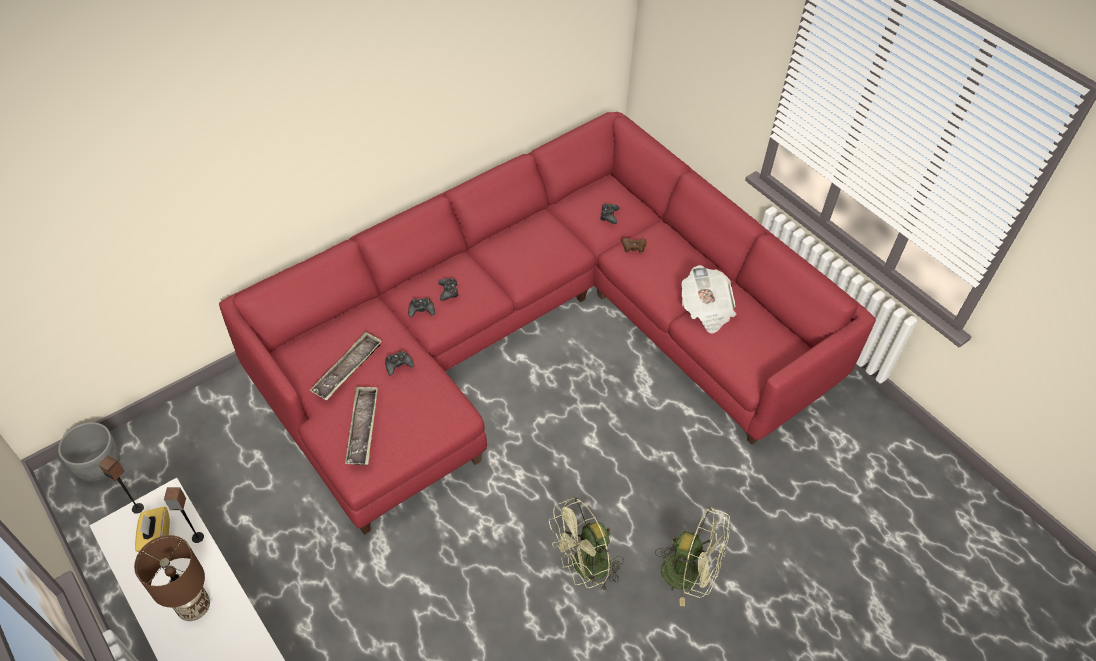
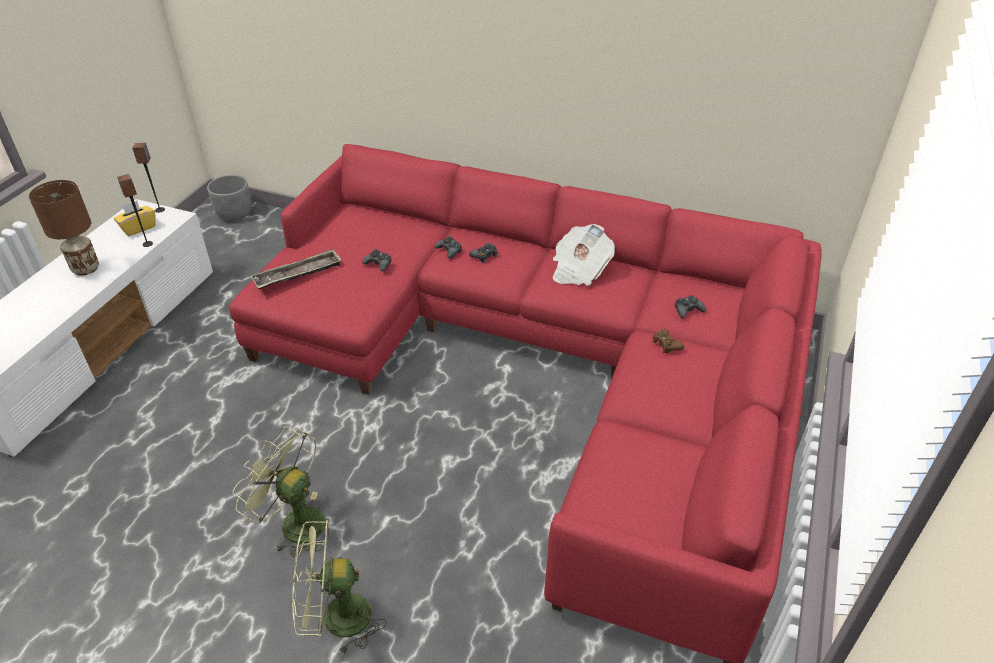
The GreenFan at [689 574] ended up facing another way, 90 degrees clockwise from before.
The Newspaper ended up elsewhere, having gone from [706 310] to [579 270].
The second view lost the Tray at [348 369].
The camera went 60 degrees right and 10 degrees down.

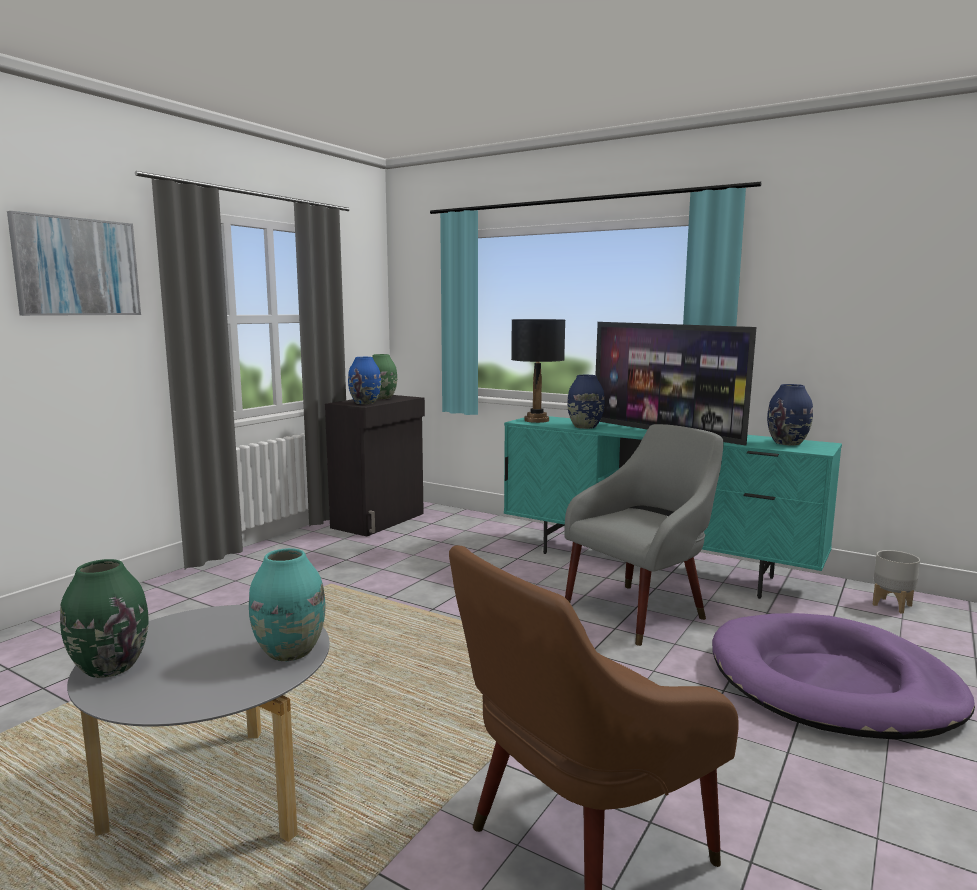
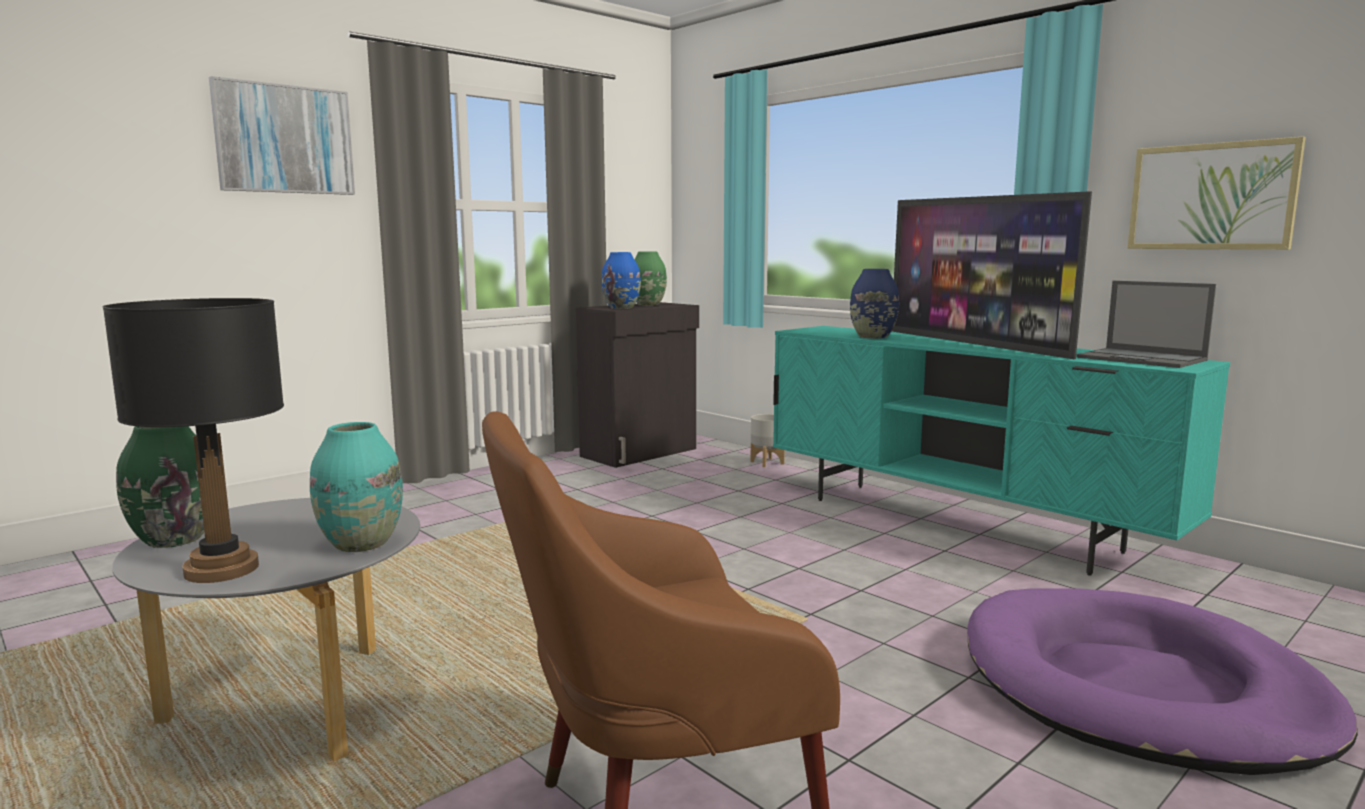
The BlackTableLamp ended up elsewhere, having gone from [536 420] to [222 569].
The GreyPlanter ended up elsewhere, having gone from [892 605] to [767 462].
Where the BlueVase stood at [788 443], the Laptop came to stand at [1142 359].
The second view gained the Picture at [1211 196].
The second view lost the GreyArmchair at [640 610].
The camera went 15 degrees right and 0 degrees up.

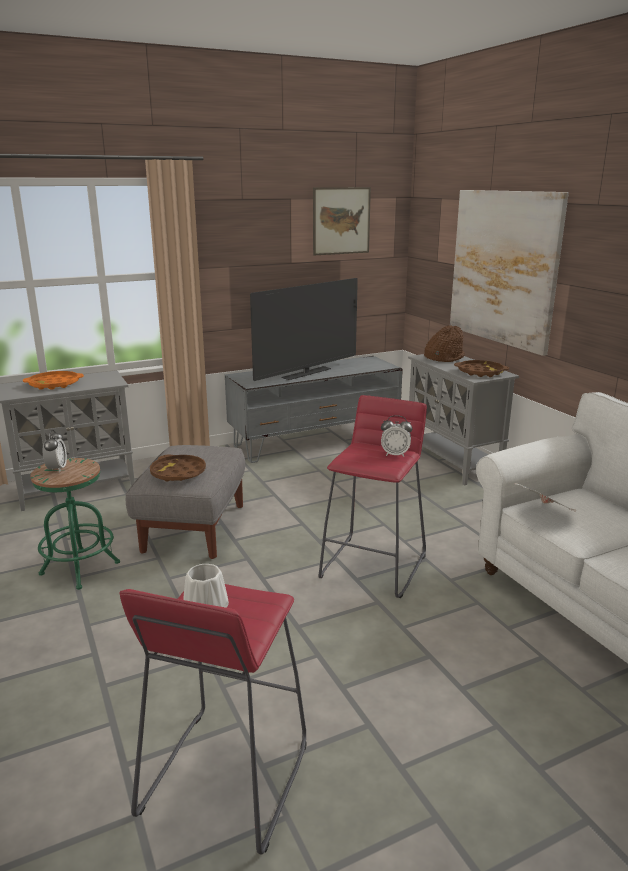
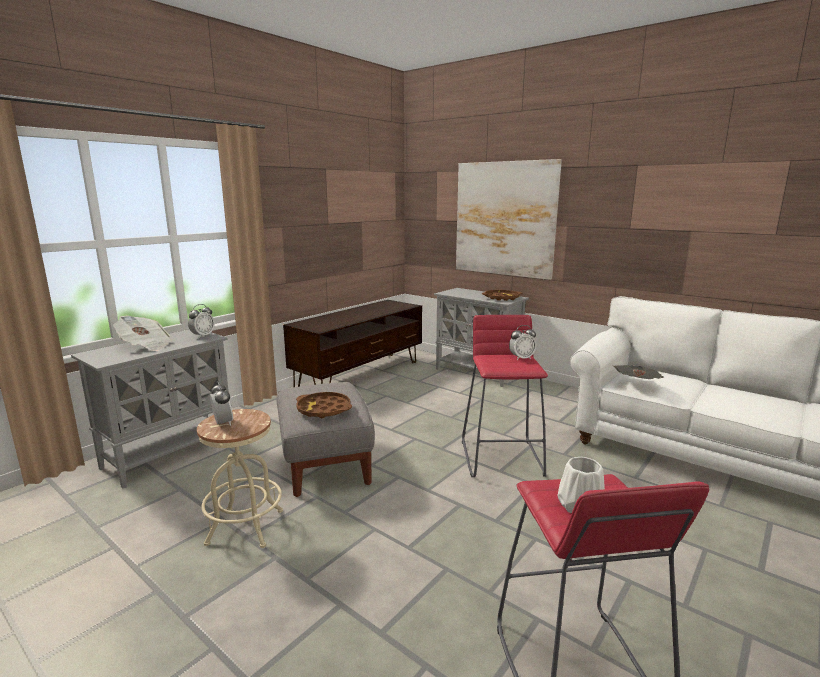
Where the OrangeTray stood at [54 384], the Newspaper came to stand at [145 346].
The second view gained the AlarmClock at [203 336].
What was the GreenStool at [80 568] turned into the BeigeStool at [245 527].
What was the GreyTvStand at [315 441] turned into the BrownTvStand at [360 374].
The second view lost the Television at [306 373].
The second view lost the Picture at [341 221].
The second view lost the BrownHat at [443 358].
The camera went 25 degrees left and 5 degrees down.

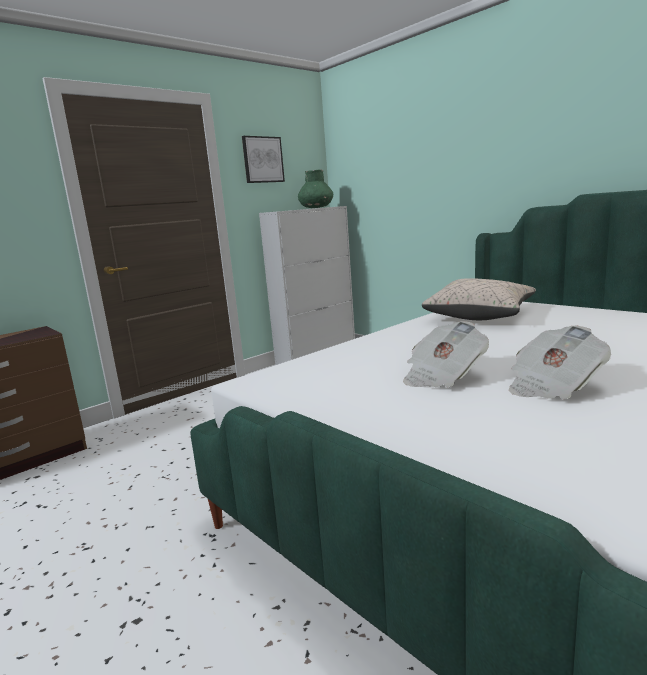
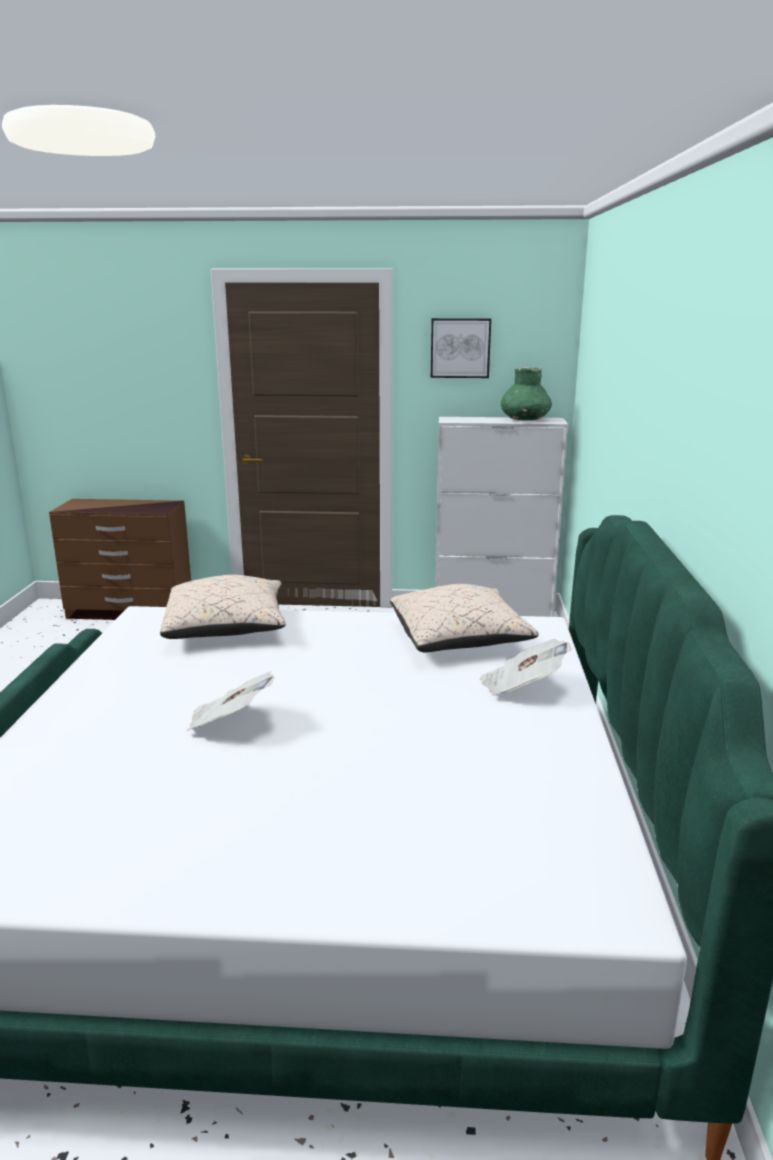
The second view gained the BeigePillow at [226 628].
The Newspaper ended up elsewhere, having gone from [442 376] to [521 687].
The camera went 45 degrees right and 5 degrees up.

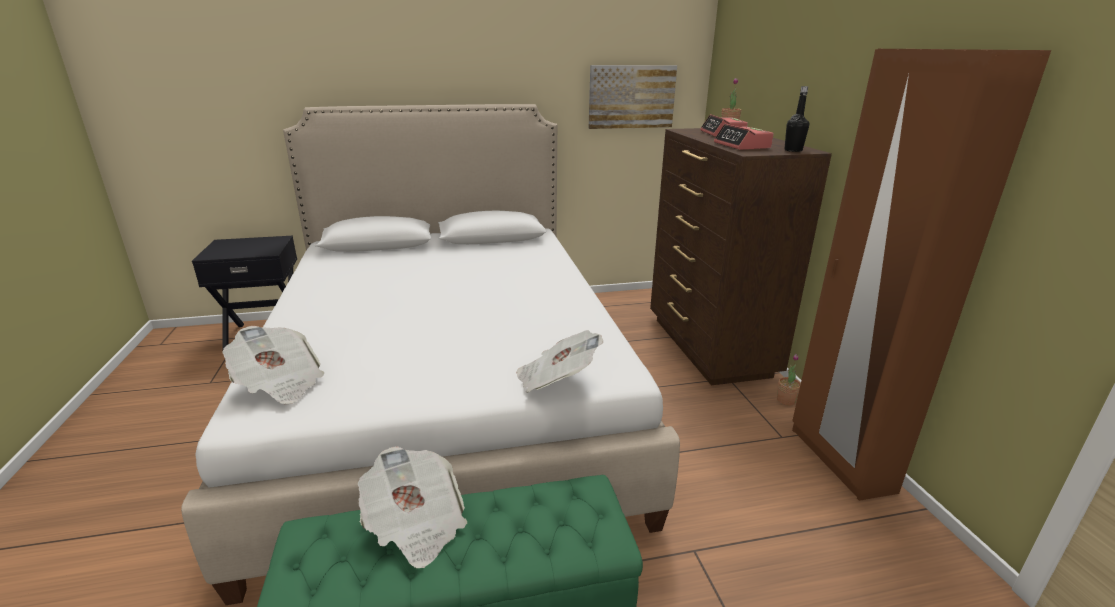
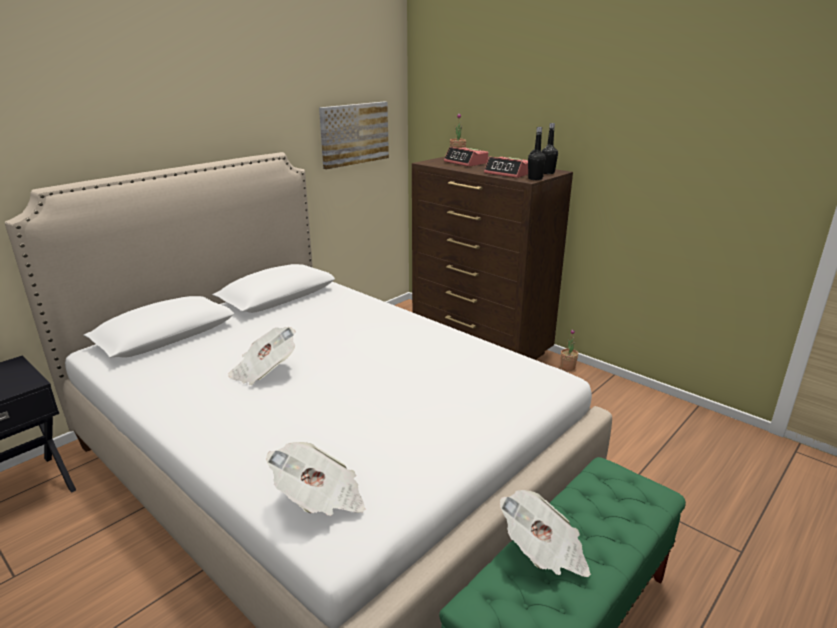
The Newspaper ended up elsewhere, having gone from [556 380] to [264 371].
The second view gained the BlackBottle at [535 179].
The second view lost the BrownWardrobe at [840 460].
The camera went 35 degrees left and 0 degrees up.

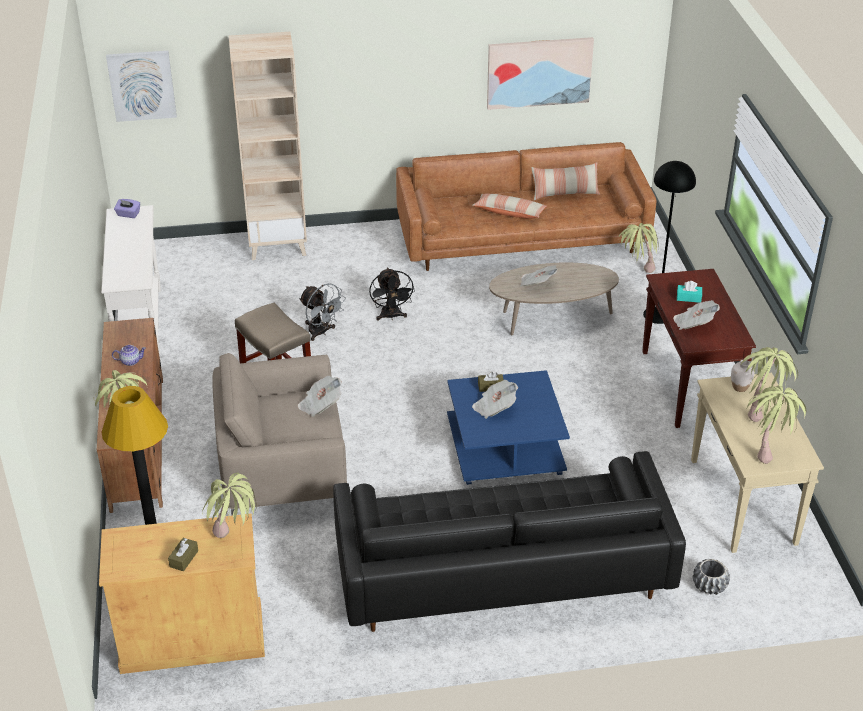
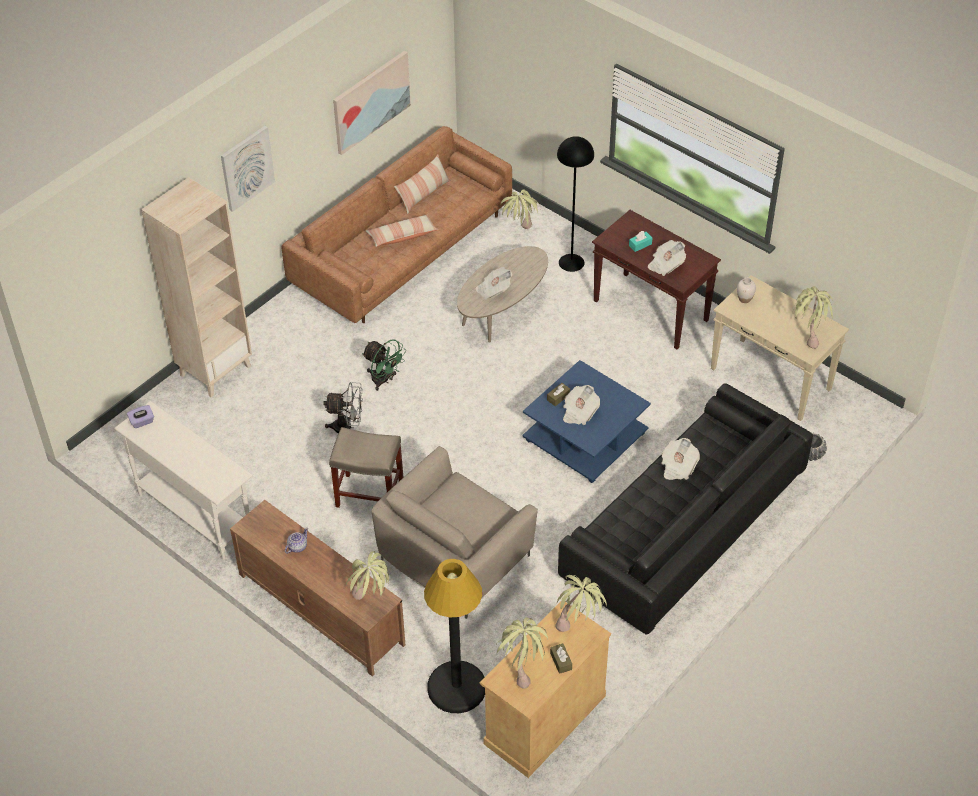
The Picture ended up elsewhere, having gone from [142 85] to [247 168].
What was the BlackFan at [391 316] turned into the GreenFan at [384 381].
The PottedPlant ended up elsewhere, having gone from [762 410] to [522 669].
The Newspaper ended up elsewhere, having gone from [320 405] to [678 467].
The camera went 40 degrees left and 10 degrees up.

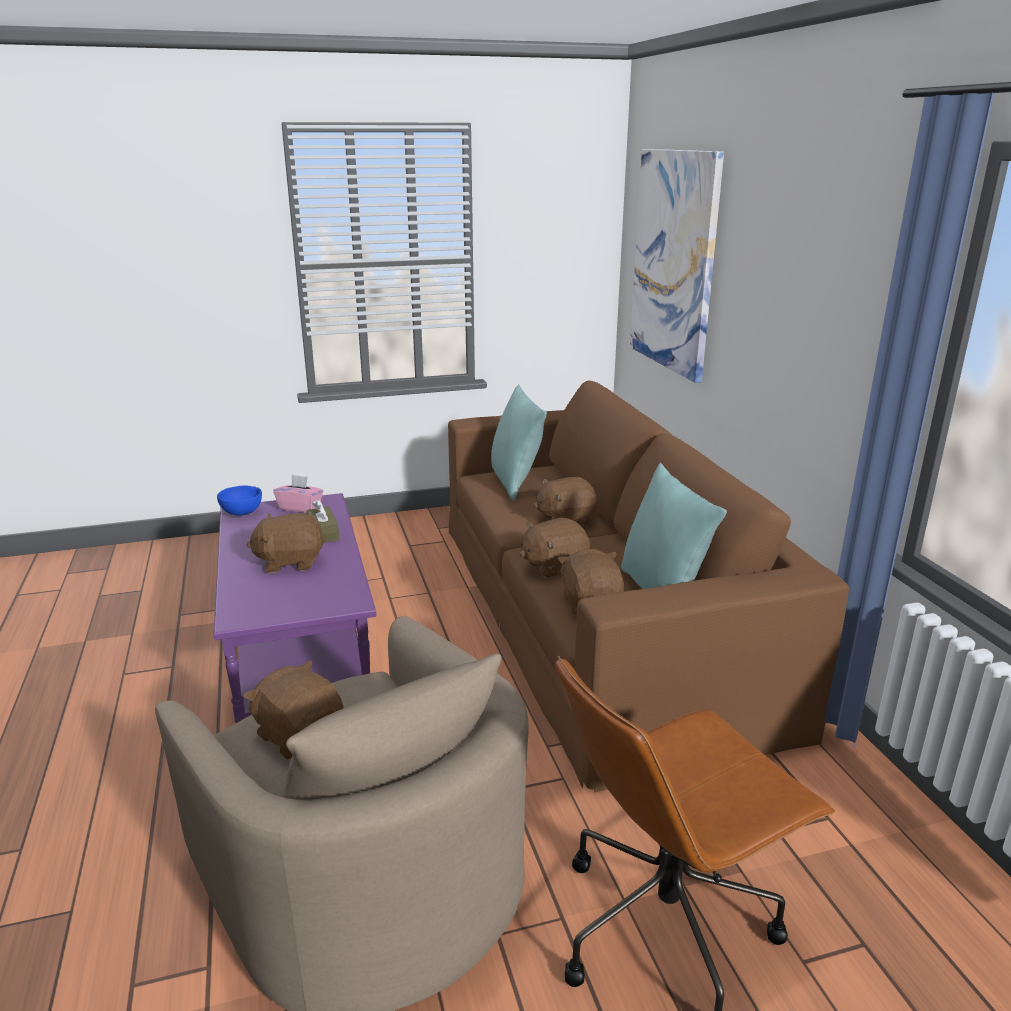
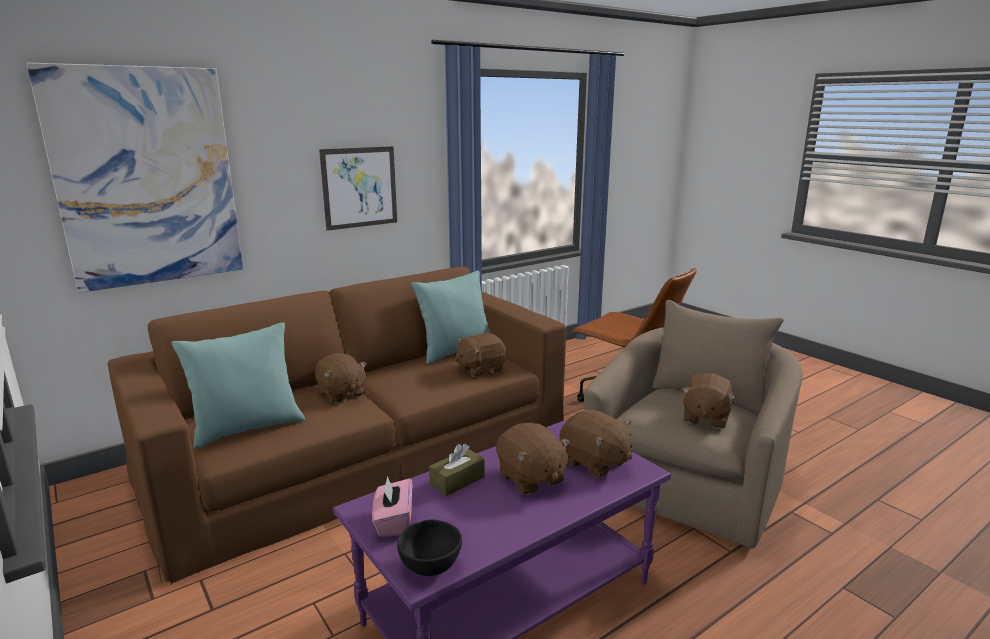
The second view gained the Picture at [359 187].
What was the BlueBowl at [242 513] turned into the BlackBowl at [430 565].
The BrownPlushToy ended up elsewhere, having gone from [554 566] to [594 463].
The camera went 110 degrees left and 5 degrees down.

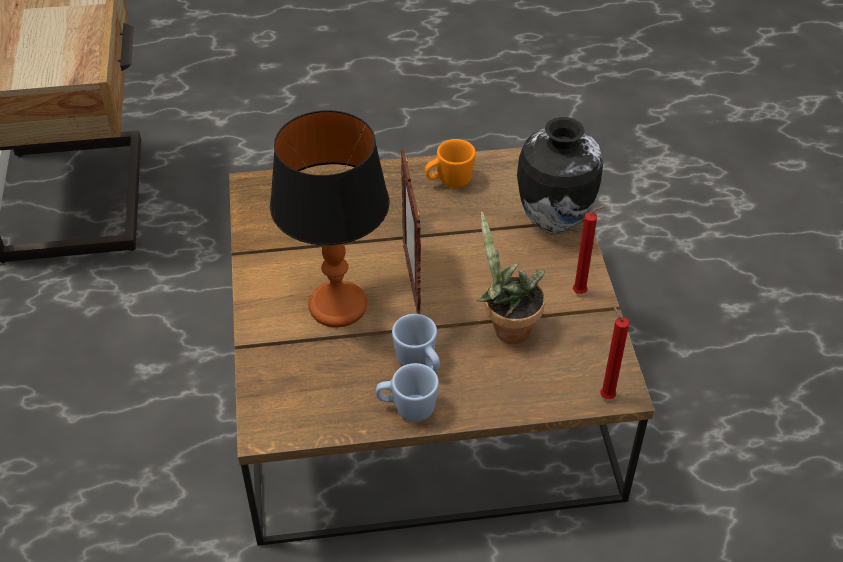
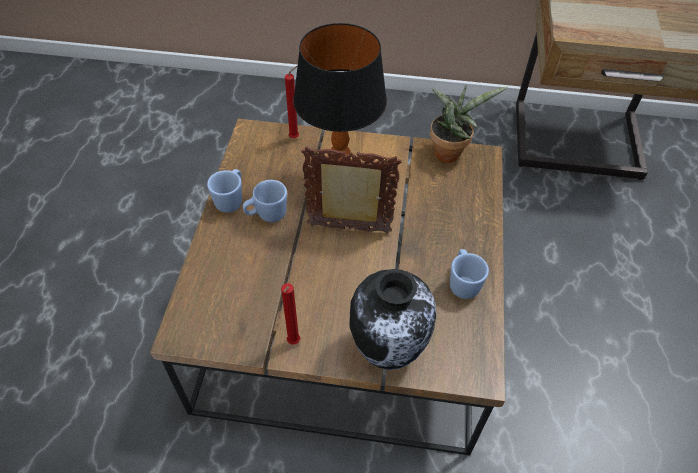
The RedCandle ended up elsewhere, having gone from [605 395] to [295 137].
The PottedPlant ended up elsewhere, having gone from [506 327] to [450 152].
What was the OrangeMug at [449 181] turned into the BlueMug at [462 283].
The camera went 105 degrees right and 5 degrees up.

